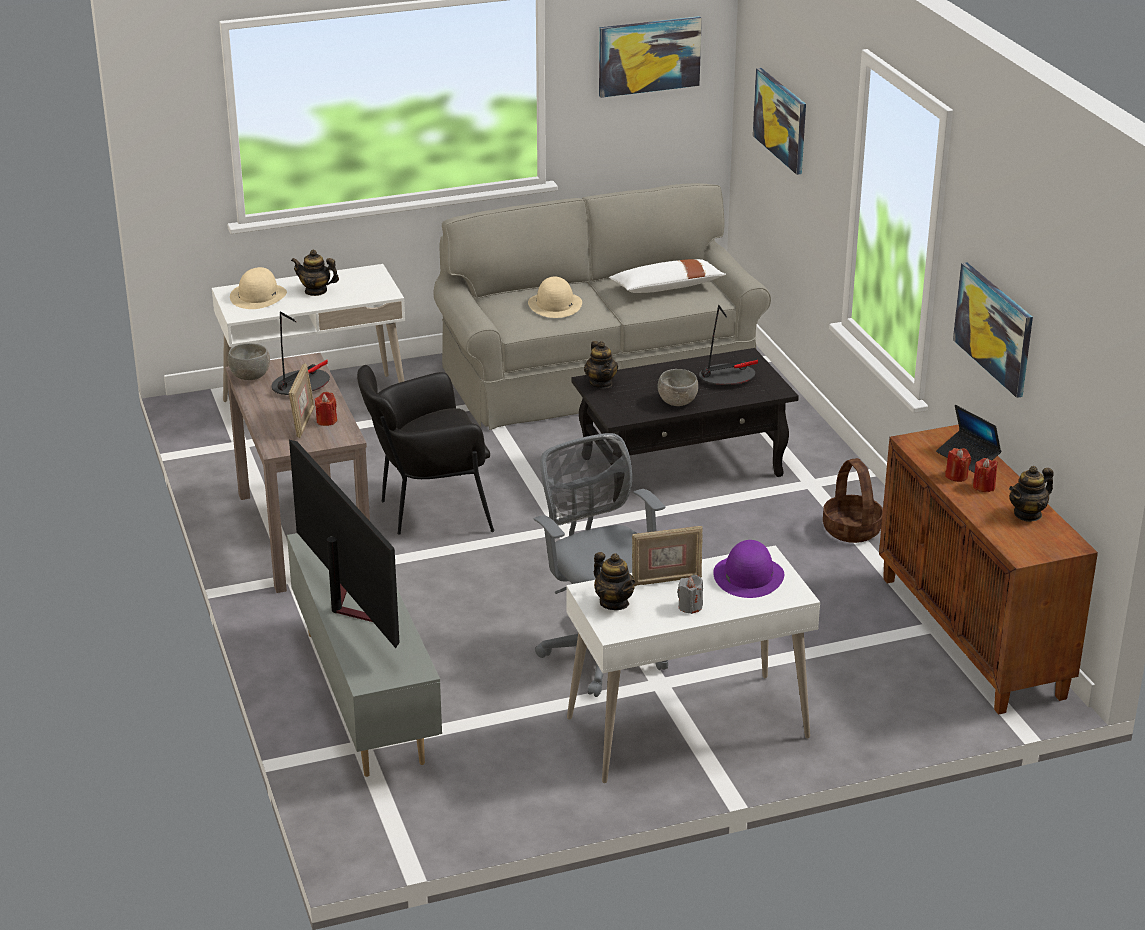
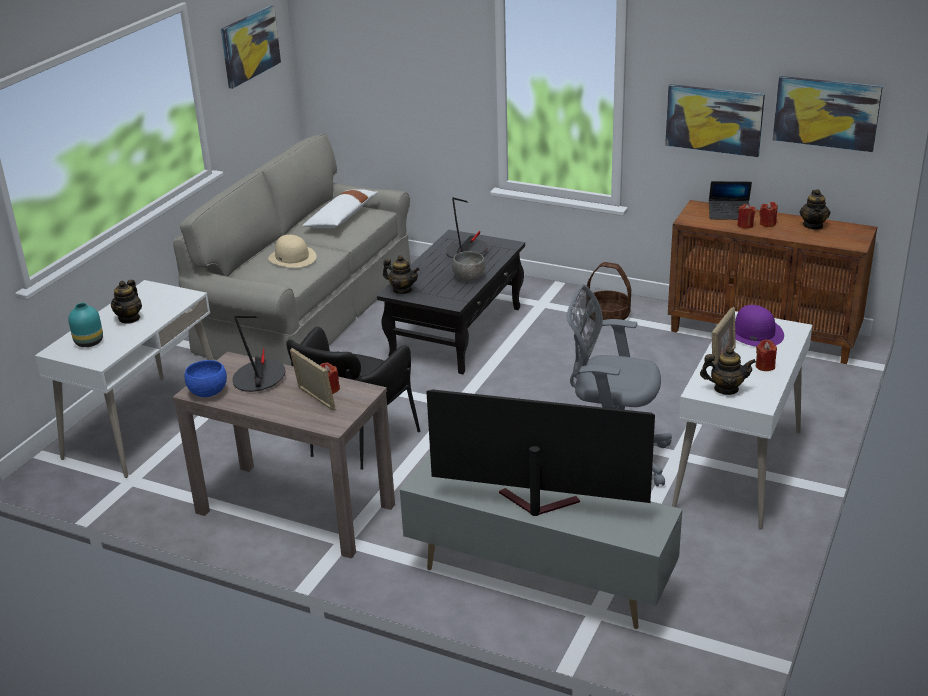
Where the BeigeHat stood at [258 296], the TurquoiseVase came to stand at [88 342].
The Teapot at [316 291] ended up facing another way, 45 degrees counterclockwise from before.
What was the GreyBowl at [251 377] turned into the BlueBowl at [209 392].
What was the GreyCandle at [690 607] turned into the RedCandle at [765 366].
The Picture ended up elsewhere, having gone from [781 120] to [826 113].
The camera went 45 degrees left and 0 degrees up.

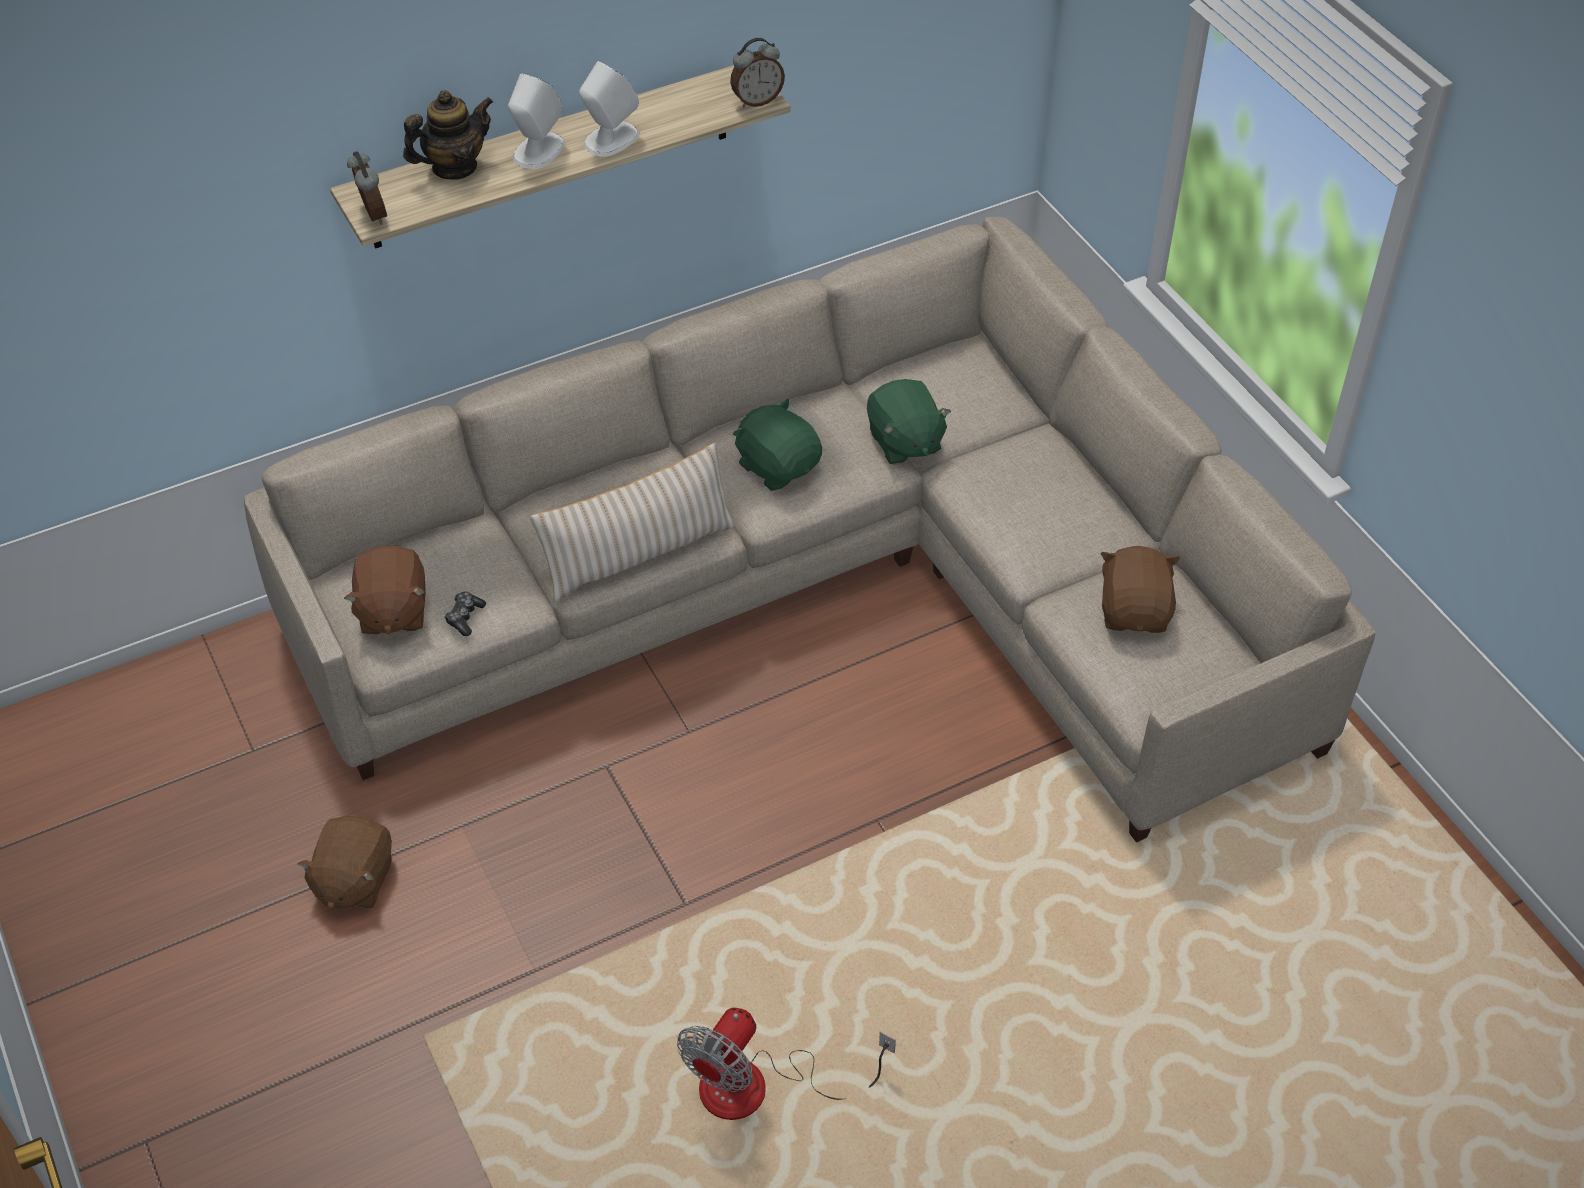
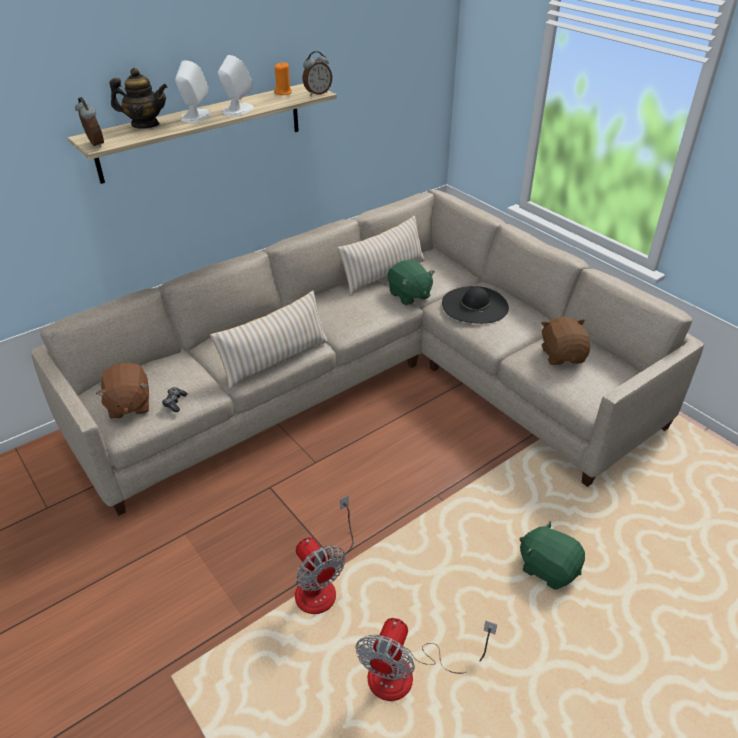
The Teapot at [454 167] ended up facing another way, 45 degrees clockwise from before.
The second view gained the OrangeCandle at [283 92].
The second view gained the Fan at [321 583].
The second view gained the BeigePillow at [383 274].
The second view gained the BlackHat at [475 305].
The GreenPlushToy ended up elsewhere, having gone from [778 466] to [548 568].
The second view lost the BrownPlushToy at [353 880].
The camera went 10 degrees left and 10 degrees down.

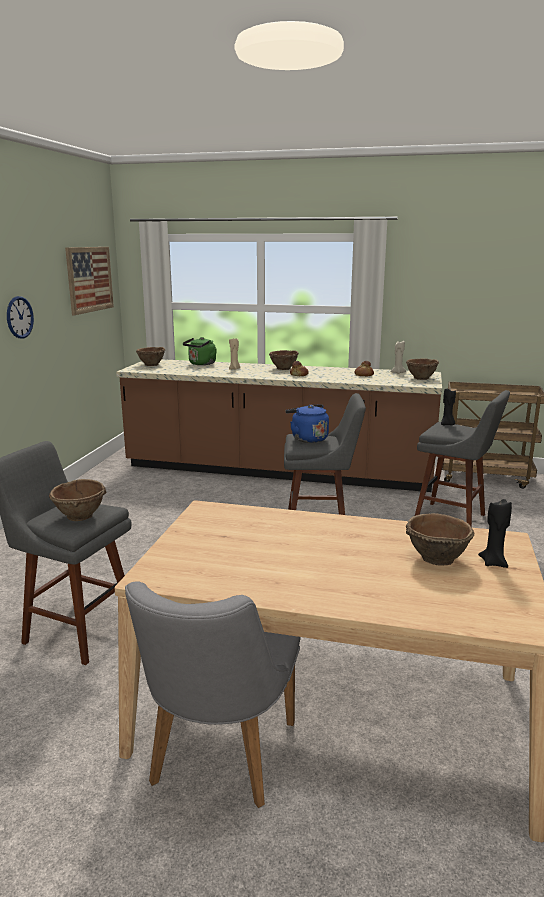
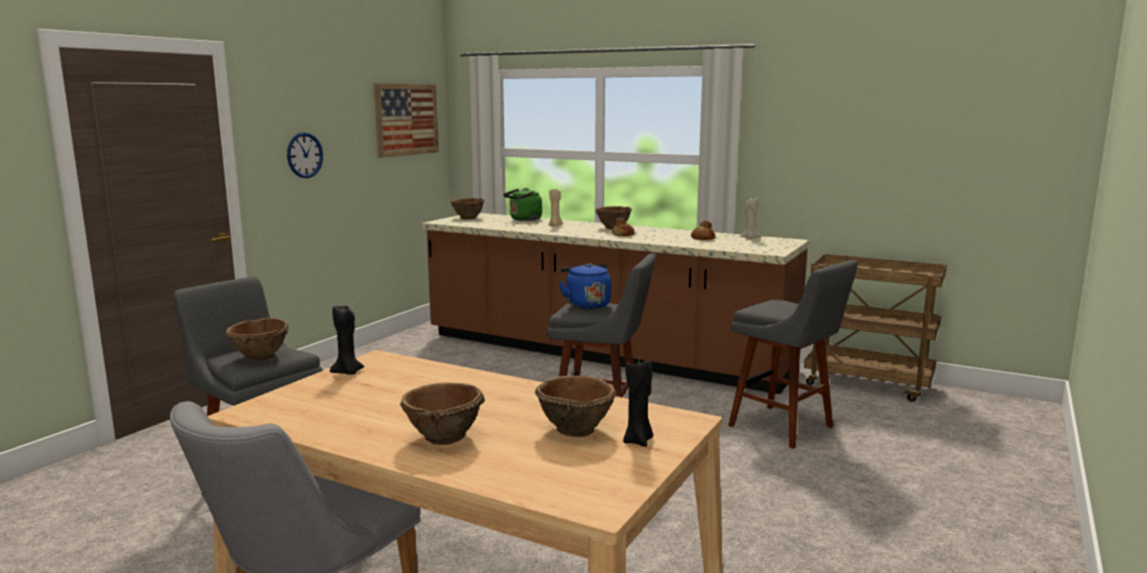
The BlackCandle ended up elsewhere, having gone from [447 424] to [348 372].
The BrownBowl ended up elsewhere, having gone from [421 378] to [443 437].
The camera went 15 degrees right and 5 degrees down.

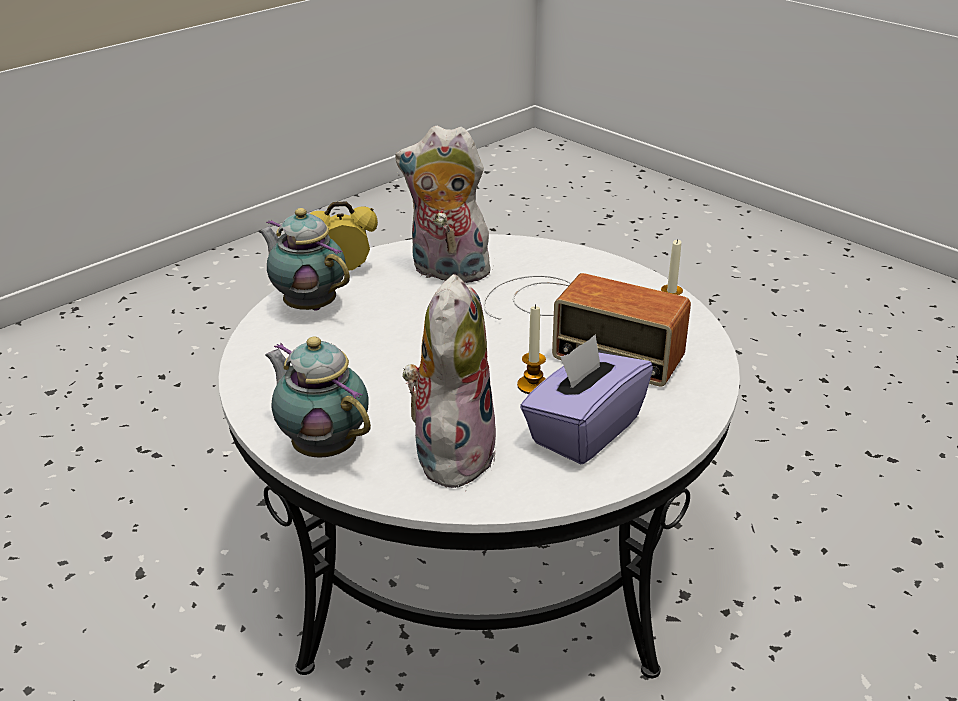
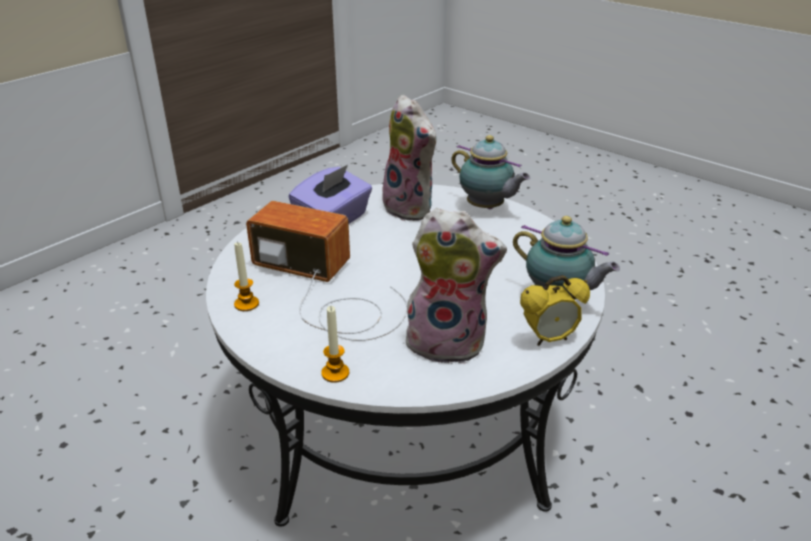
The Candle ended up elsewhere, having gone from [533 385] to [335 373].
The PlushToy at [451 452] ended up facing another way, 45 degrees counterclockwise from before.
The camera went 175 degrees right and 0 degrees up.

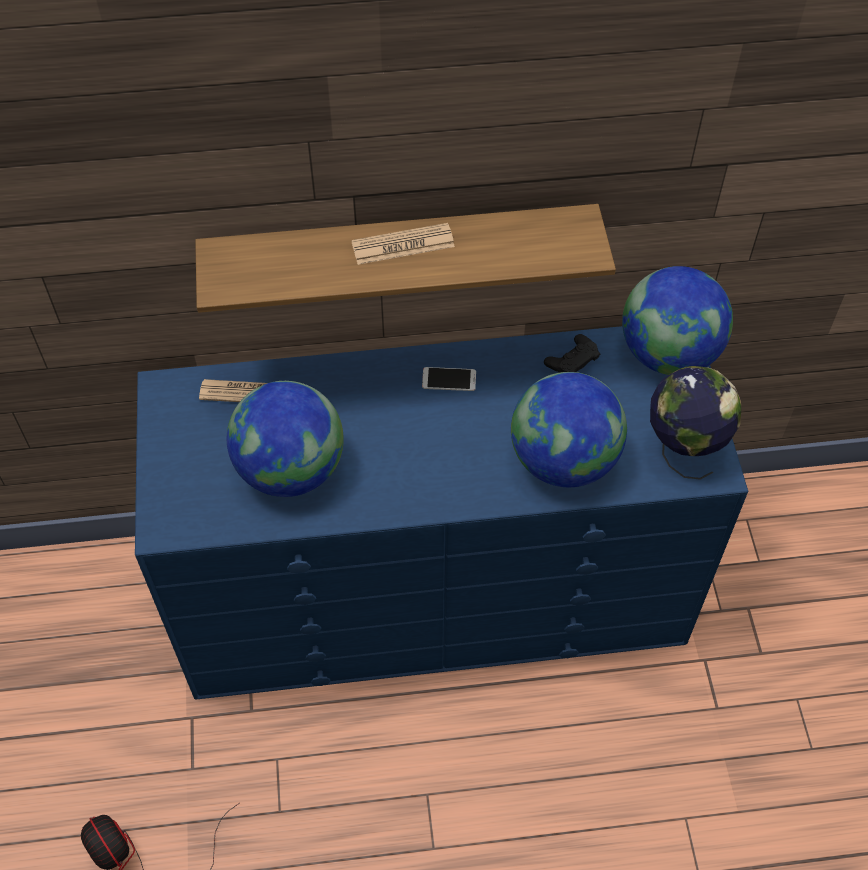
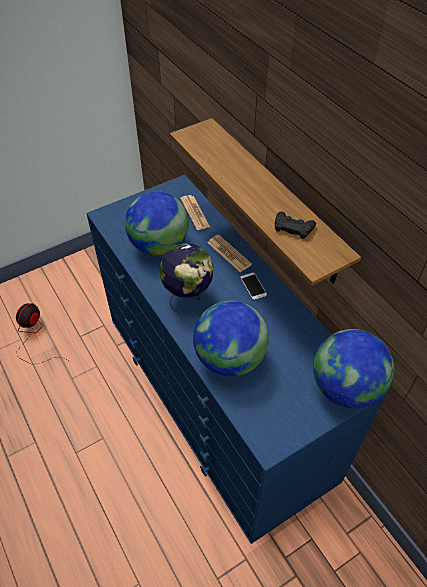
The Globe ended up elsewhere, having gone from [683 449] to [188 296].
The Newspaper ended up elsewhere, having gone from [403 245] to [229 253].
The BlackGameController ended up elsewhere, having gone from [572 360] to [293 227].
The camera went 65 degrees right and 5 degrees down.

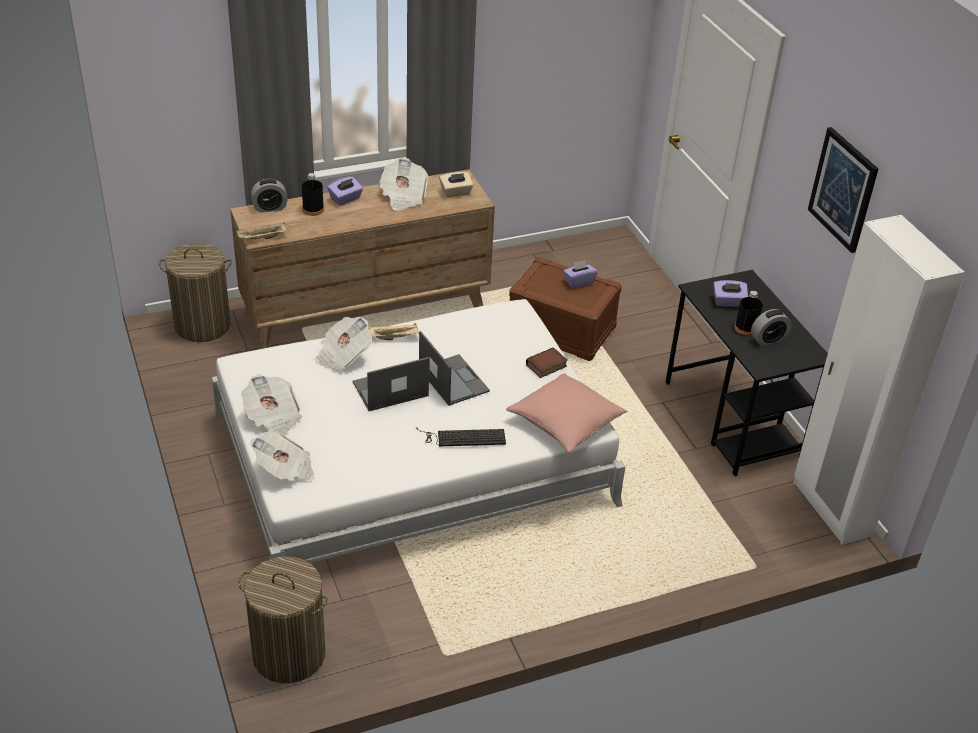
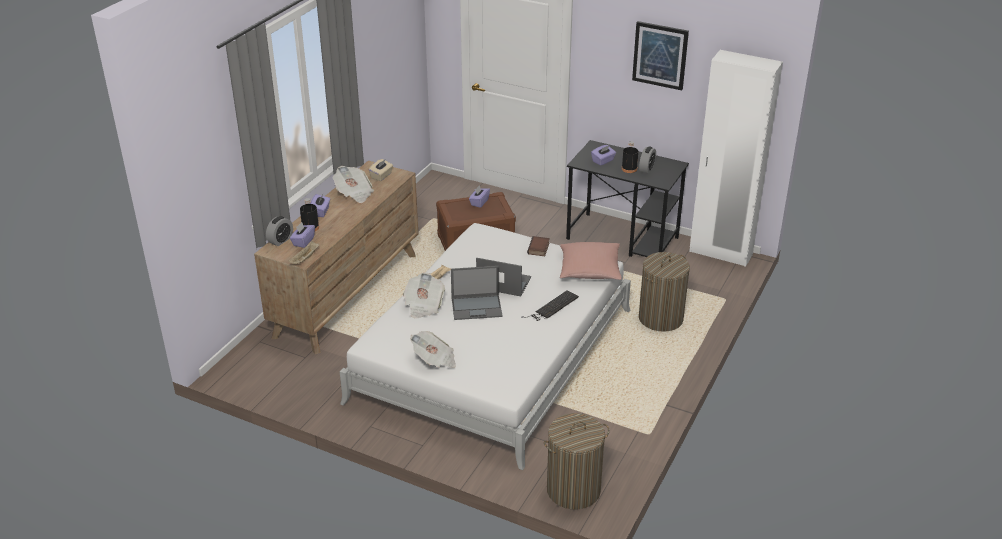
The second view gained the PurpleTissueBox at [303 241].
The Laptop at [389 389] ended up facing another way, 120 degrees counterclockwise from before.
The LaundryBasket ended up elsewhere, having gone from [203 325] to [660 318].
The second view lost the Newspaper at [285 470].
The camera went 40 degrees left and 5 degrees down.

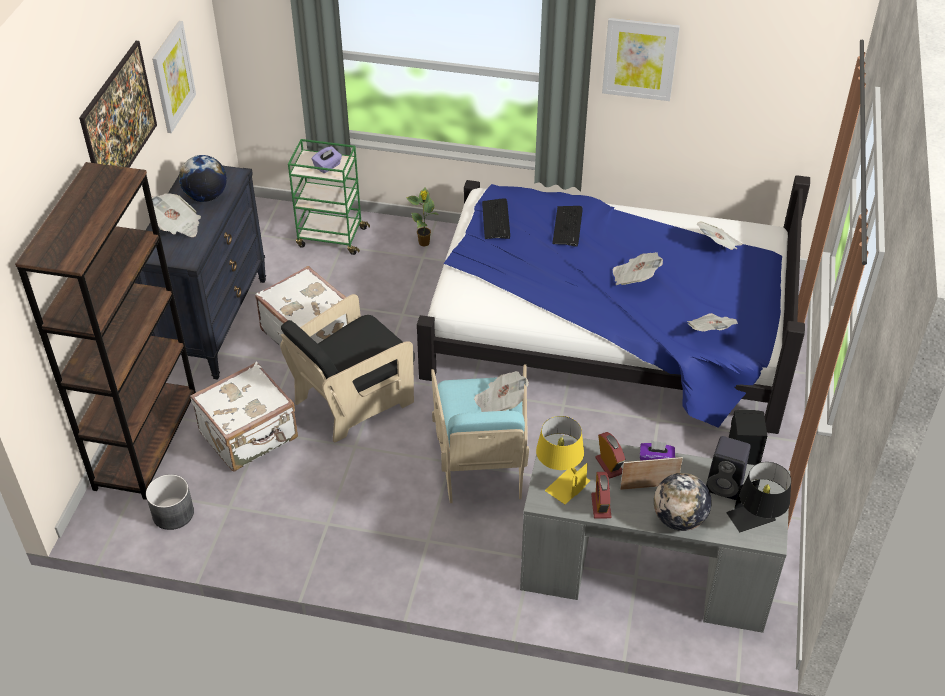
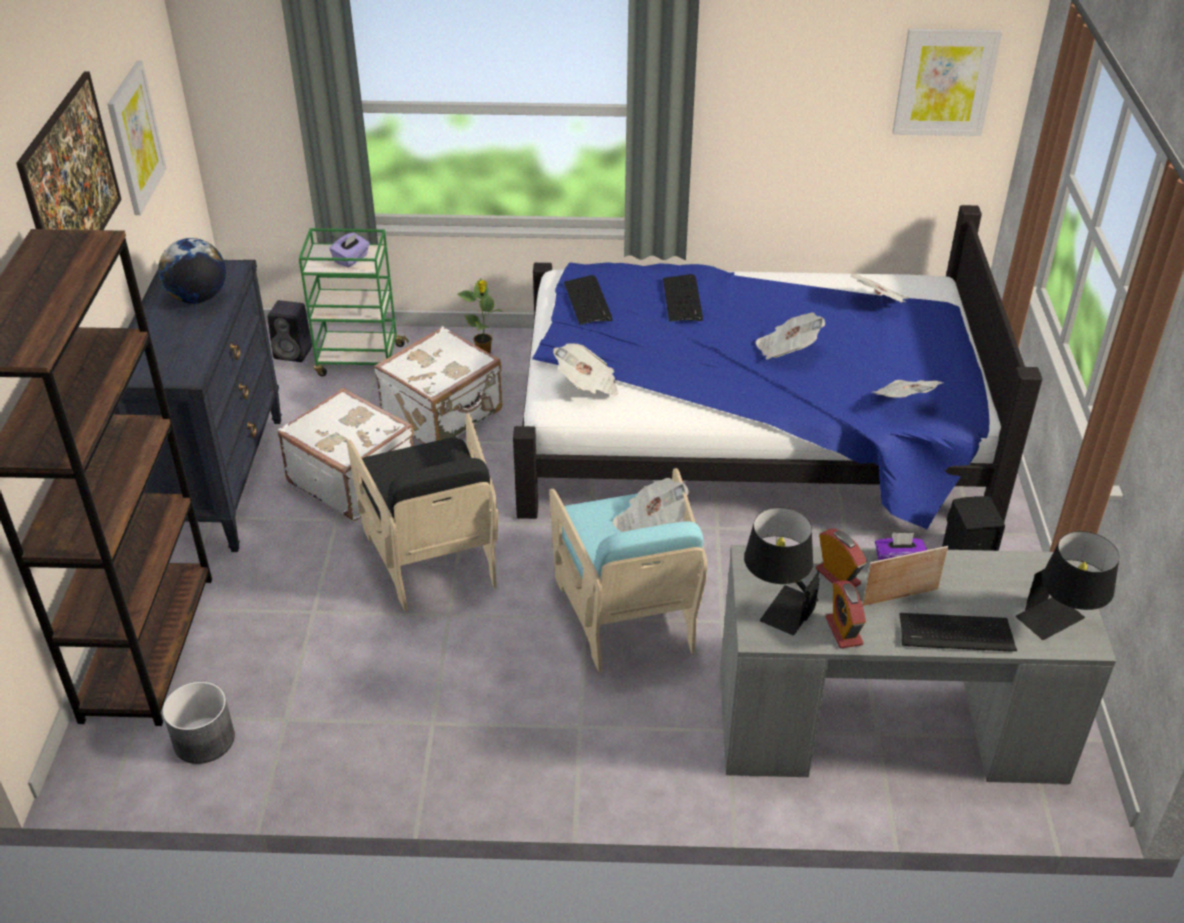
The BlackSpeaker ended up elsewhere, having gone from [725 485] to [294 352].
The BlackArmchair at [353 400] ended up facing another way, 60 degrees counterclockwise from before.
The WhiteSuitcase ended up elsewhere, having gone from [250 436] to [444 415].
The Newspaper ended up elsewhere, having gone from [177 226] to [587 384].
What was the YellowTableLamp at [560 481] turned into the BlackTableLamp at [777 605].
The Picture ended up elsewhere, having gone from [640 59] to [945 82].
Where the Globe stood at [679 519], the Keyboard came to stand at [956 634].
The camera went 10 degrees left and 5 degrees down.

